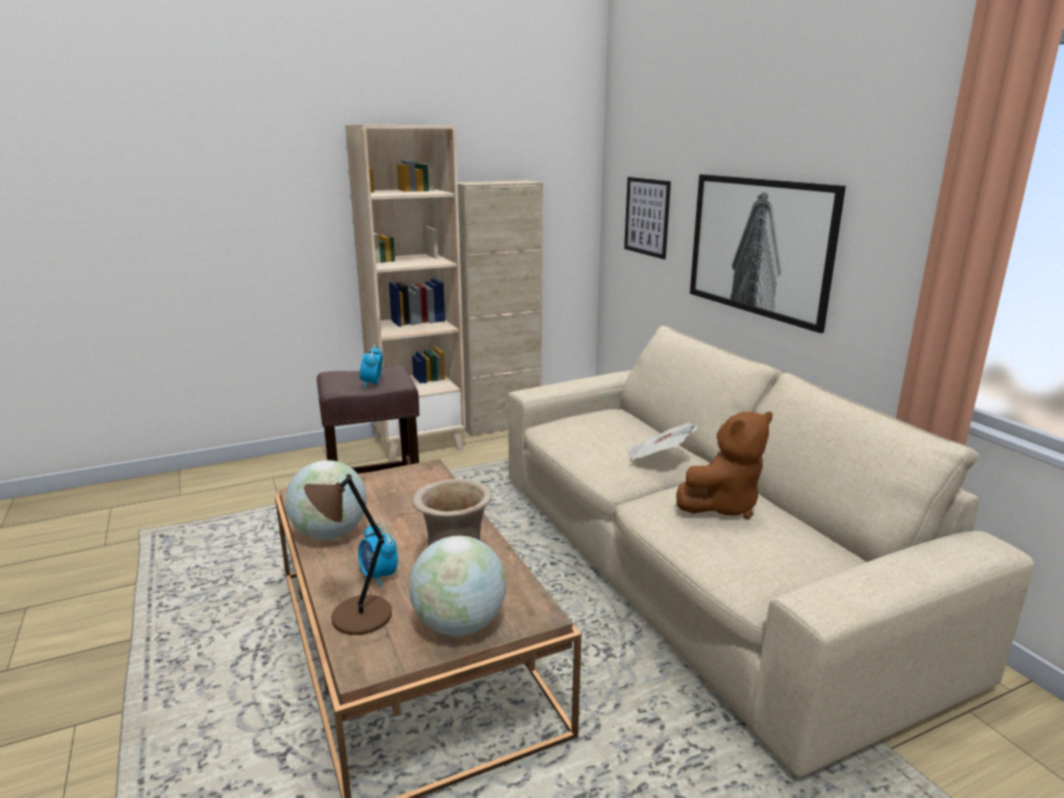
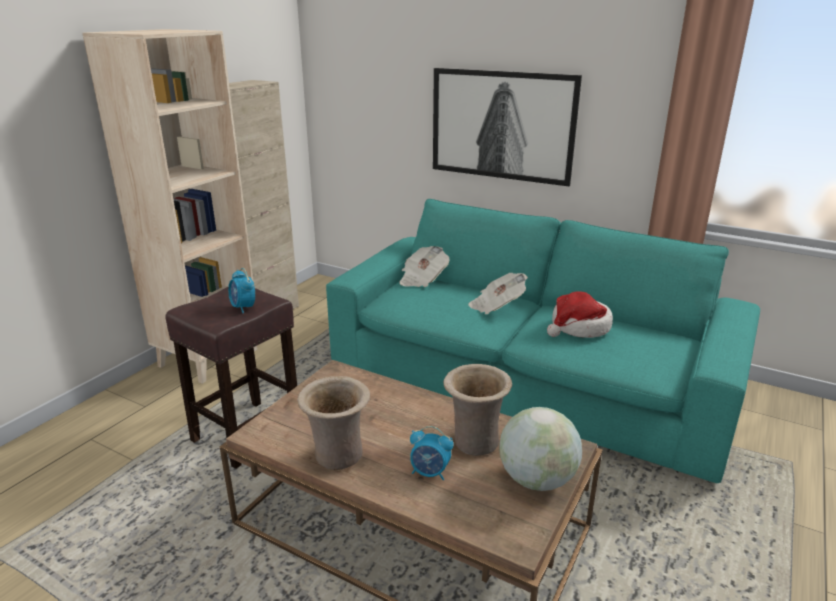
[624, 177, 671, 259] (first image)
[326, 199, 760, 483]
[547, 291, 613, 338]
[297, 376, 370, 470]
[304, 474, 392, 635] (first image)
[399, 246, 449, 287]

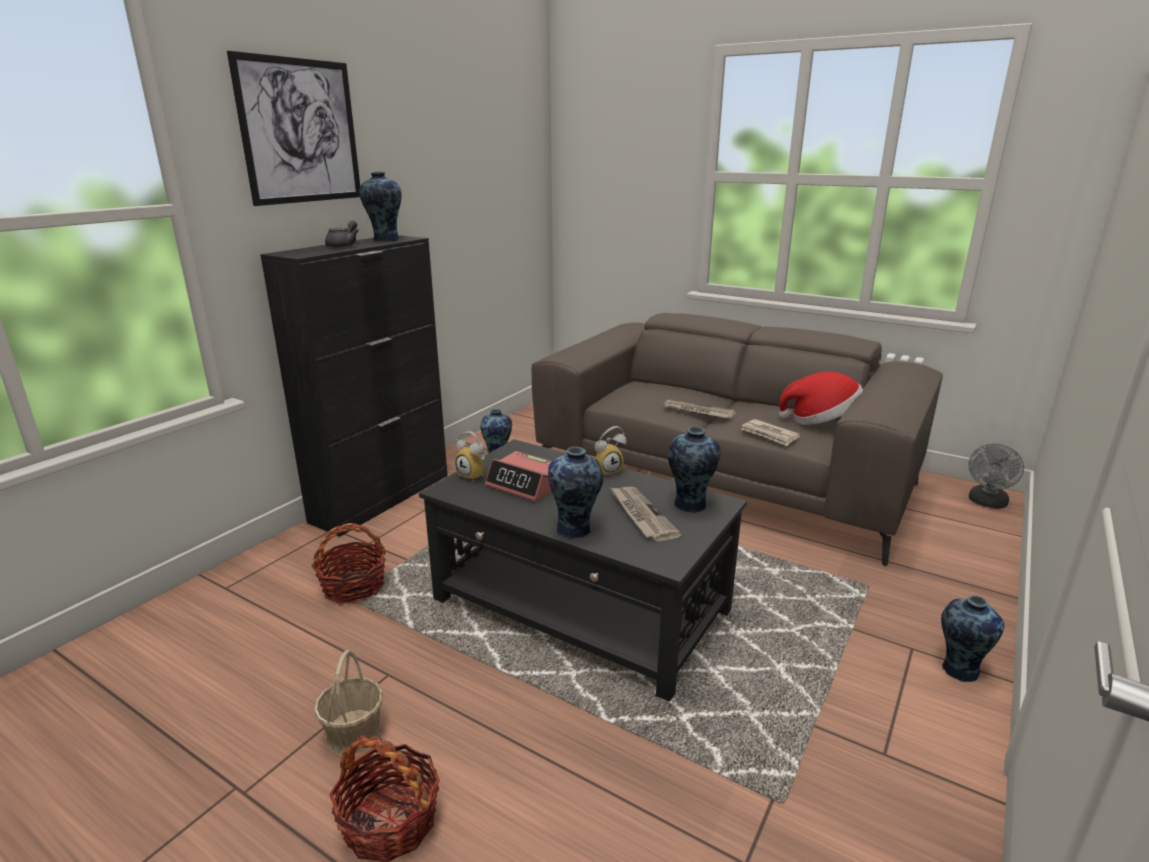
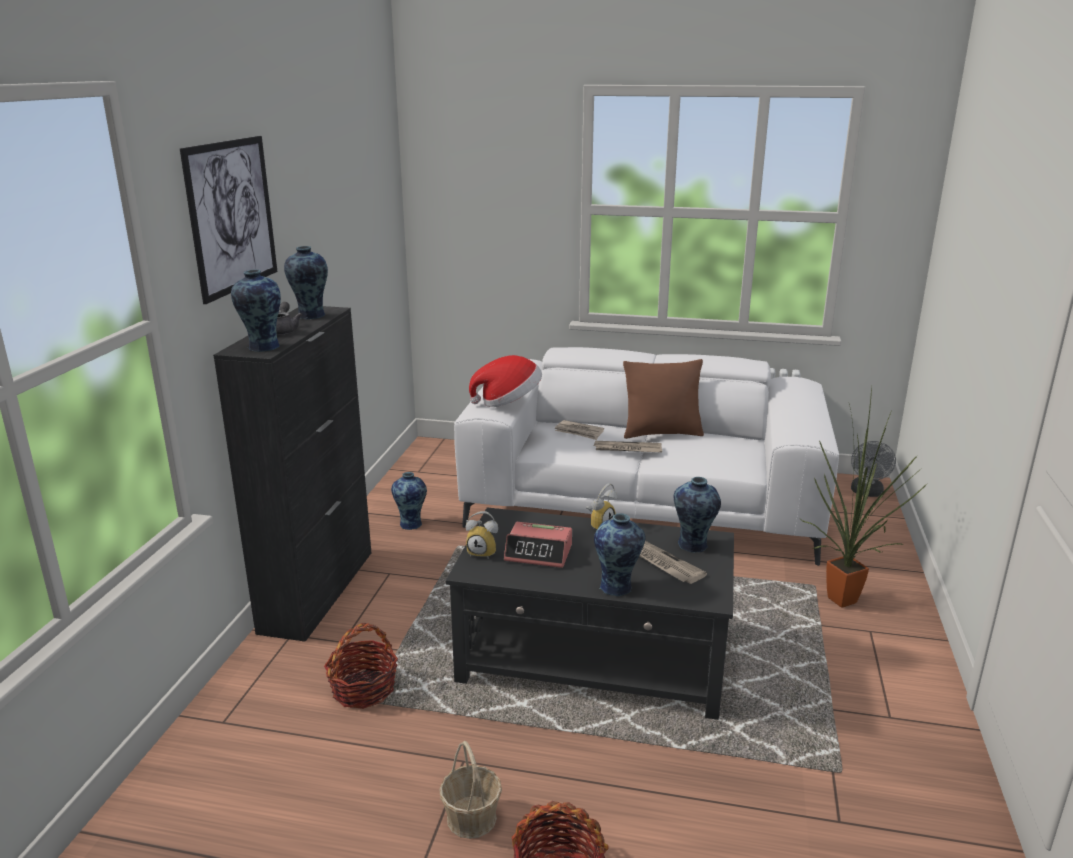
[454, 347, 839, 566]
[469, 355, 542, 407]
[555, 420, 604, 440]
[231, 269, 281, 352]
[623, 359, 704, 439]
[800, 386, 927, 608]

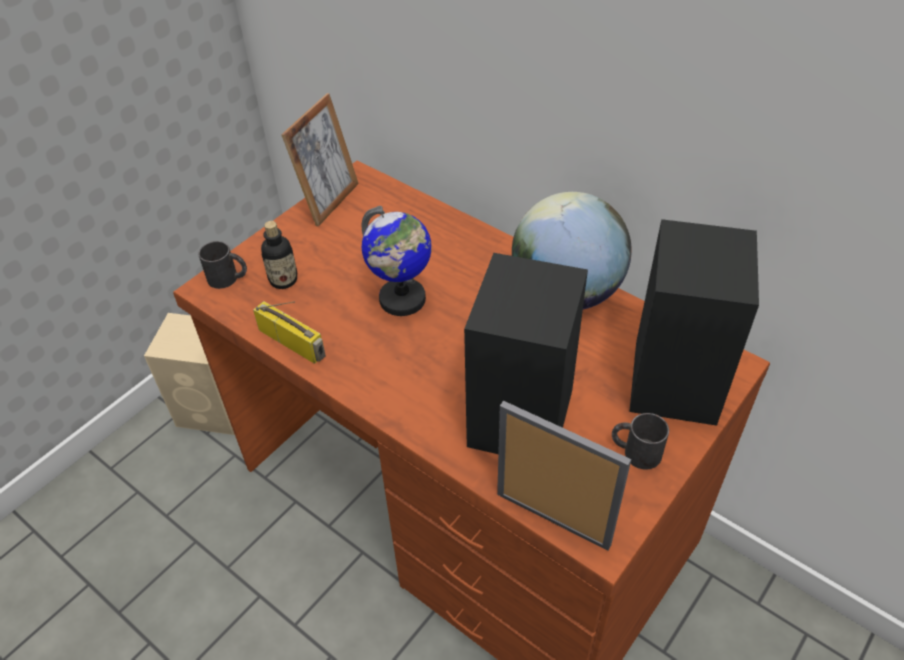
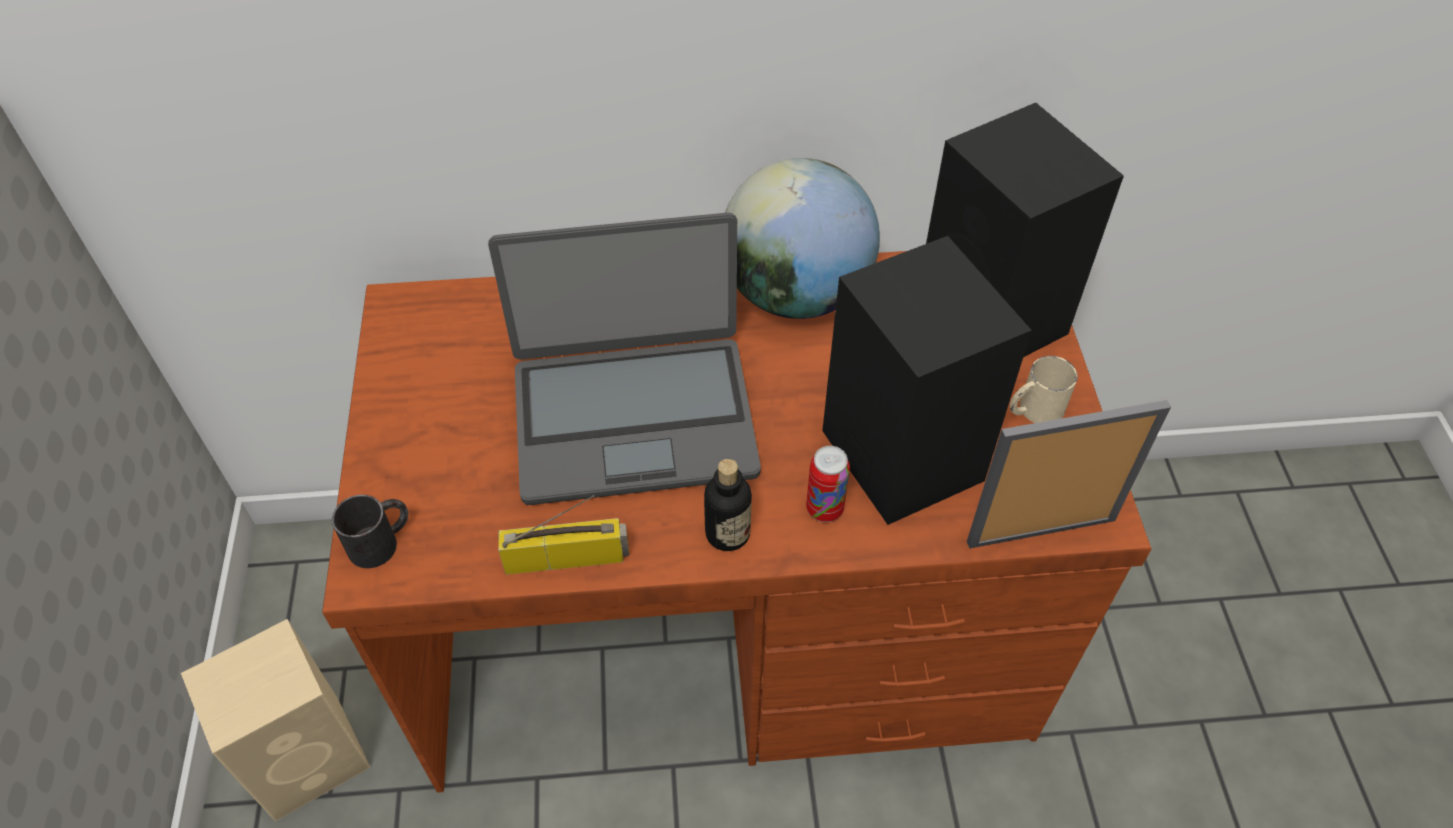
[281, 93, 359, 227] (first image)
[488, 213, 761, 505]
[704, 459, 752, 551]
[1010, 356, 1078, 423]
[806, 446, 850, 522]

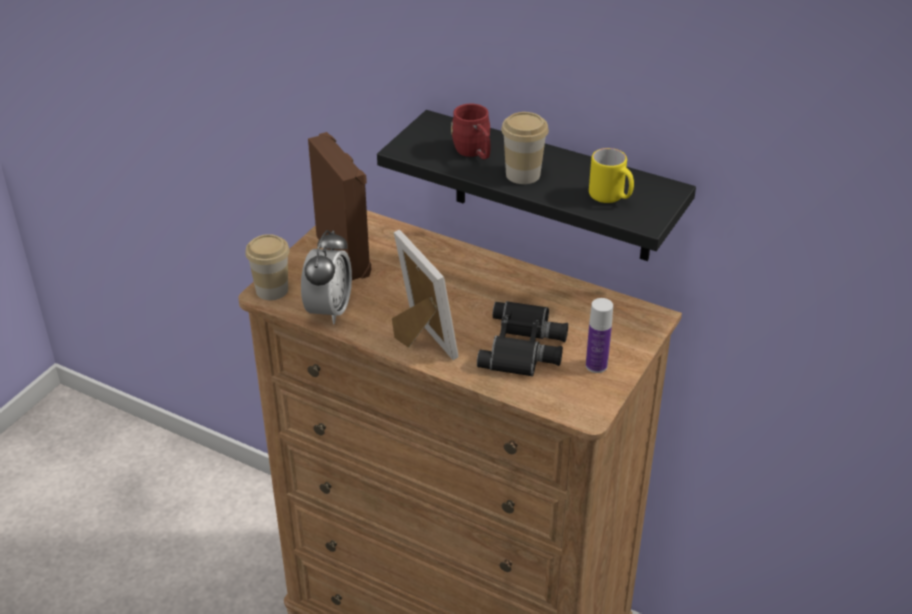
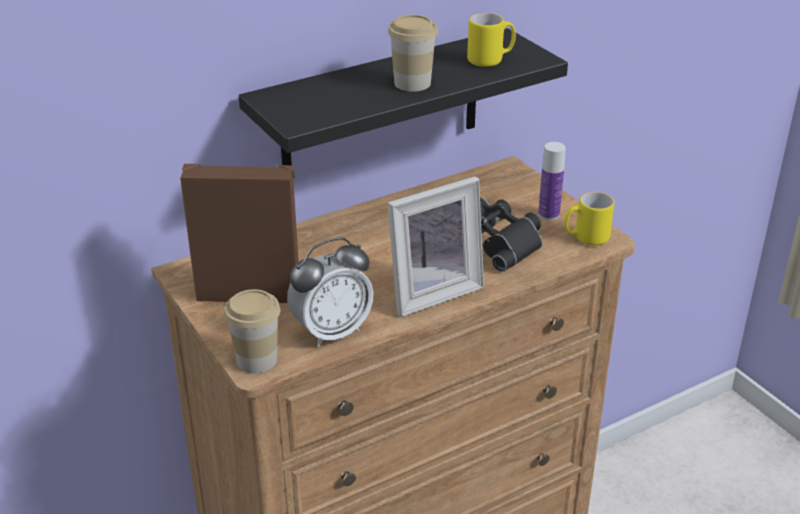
[451, 104, 491, 159] (first image)
[287, 237, 373, 347]
[387, 176, 484, 317]
[564, 192, 614, 246]

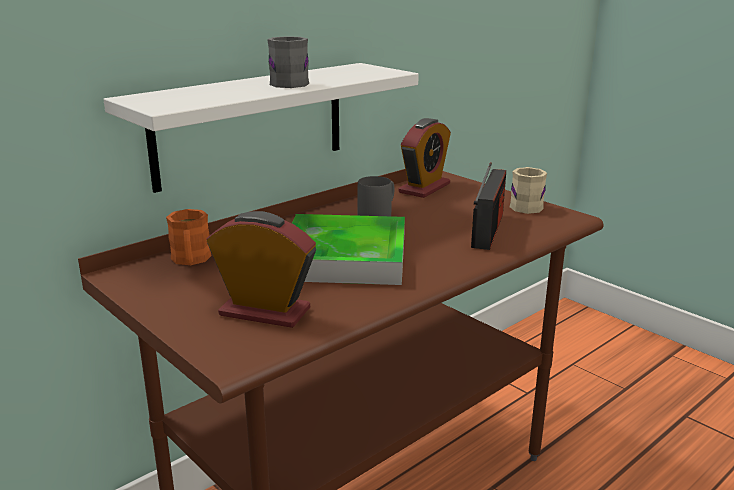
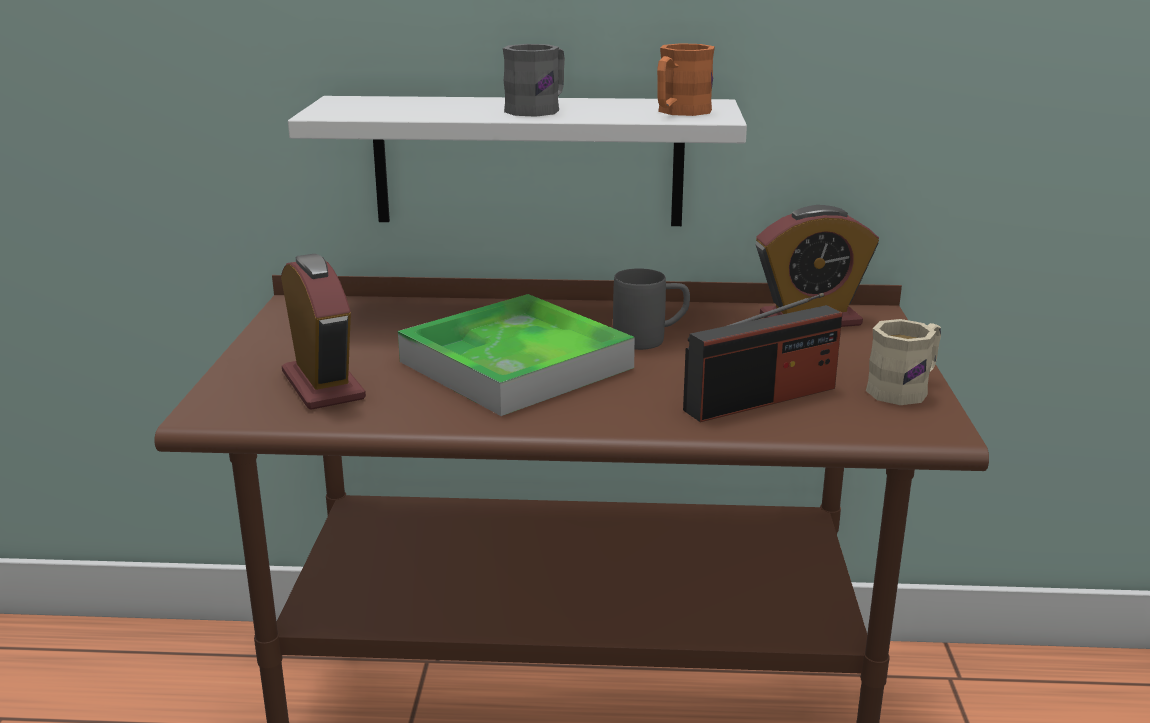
[657, 43, 715, 116]

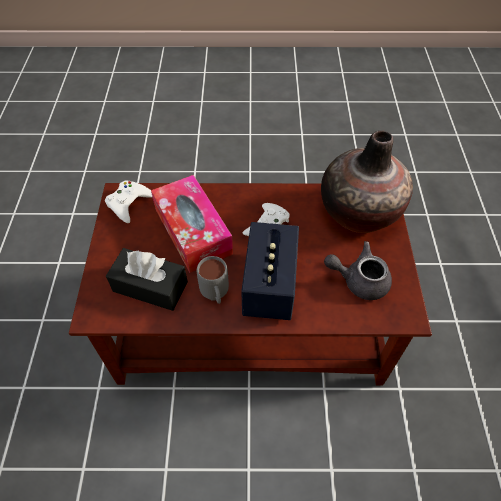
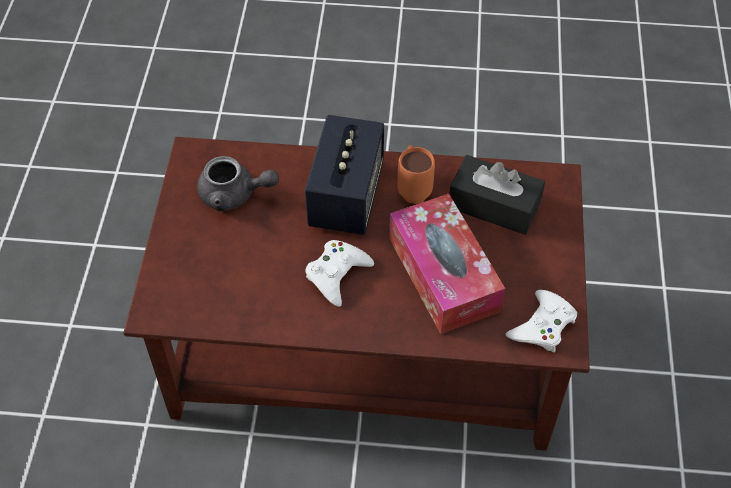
[321, 131, 413, 233] (first image)
[397, 145, 435, 204]

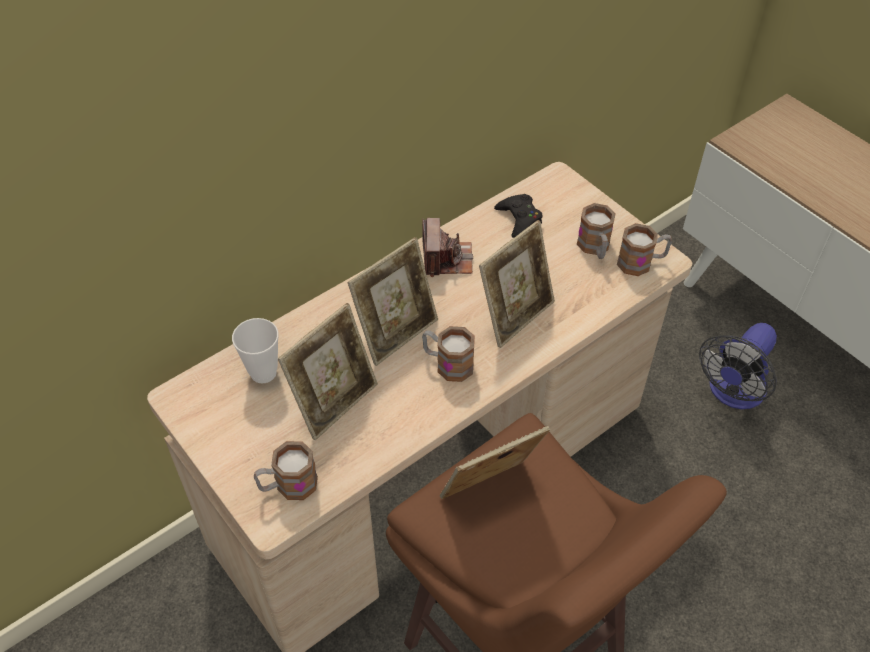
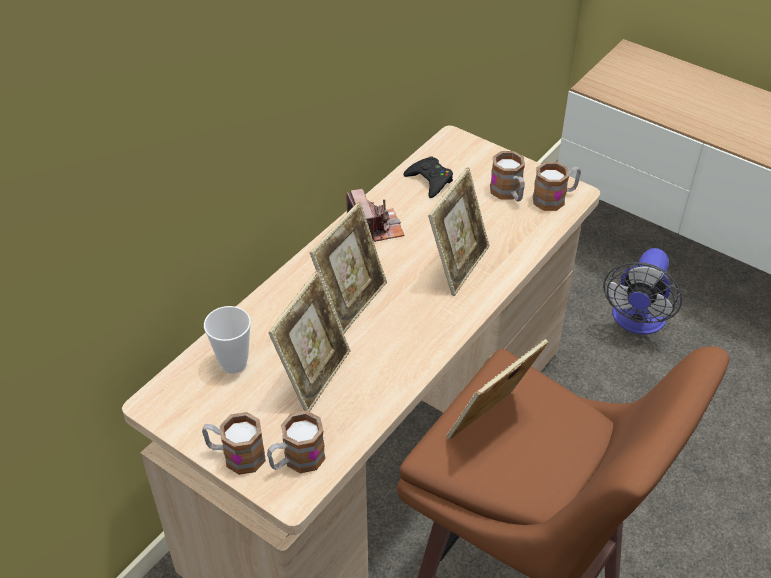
[202, 412, 266, 475]

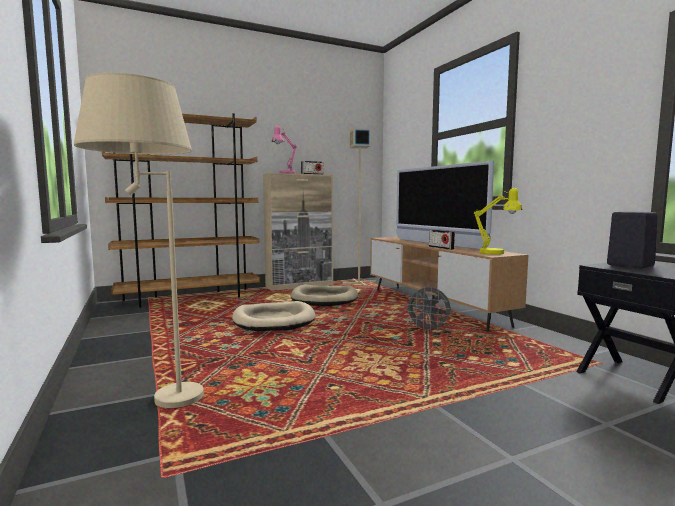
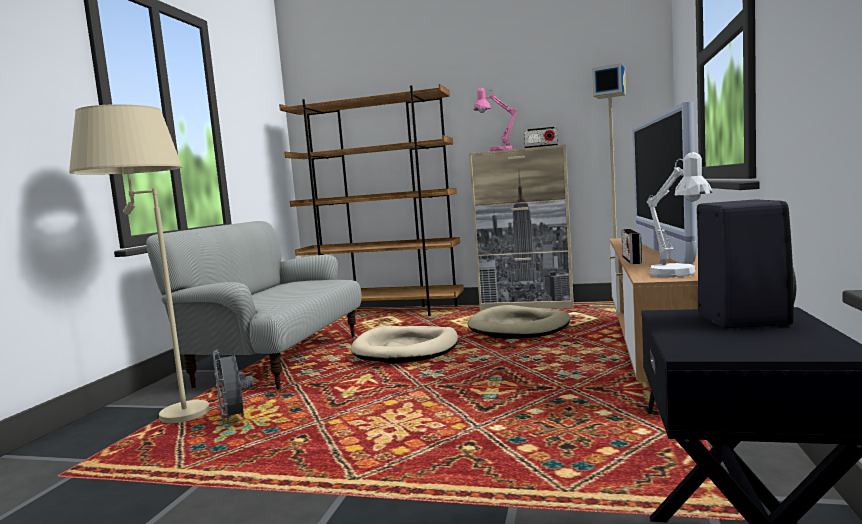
[647, 152, 712, 277]
[213, 350, 254, 425]
[146, 221, 362, 390]

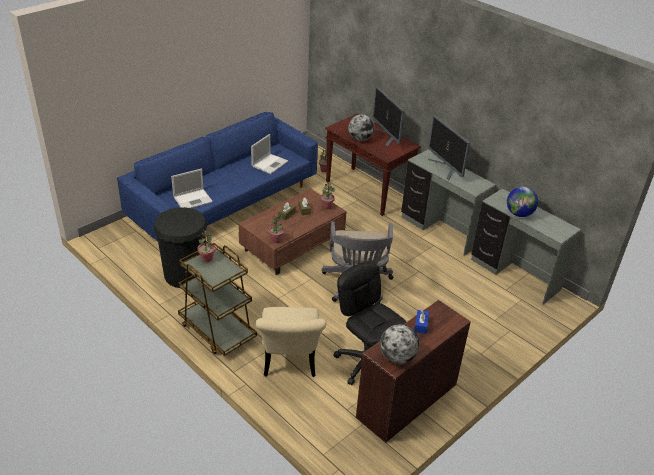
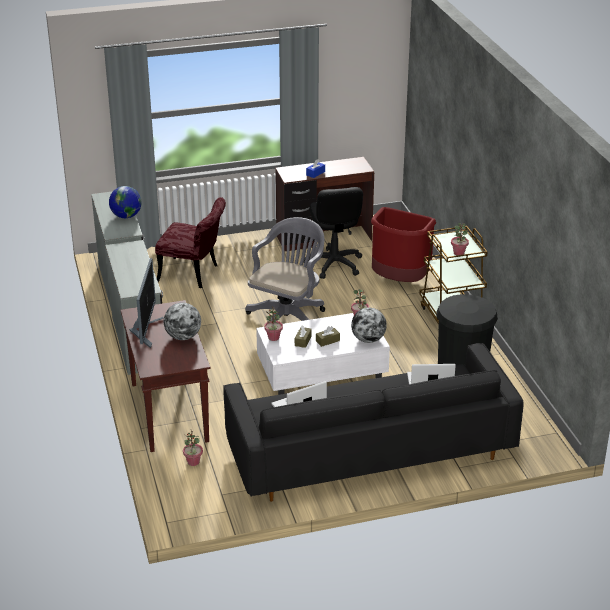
[223, 343, 524, 502]
[428, 115, 470, 180] (first image)
[256, 313, 390, 395]
[371, 207, 436, 282]
[351, 308, 387, 343]
[155, 197, 226, 288]

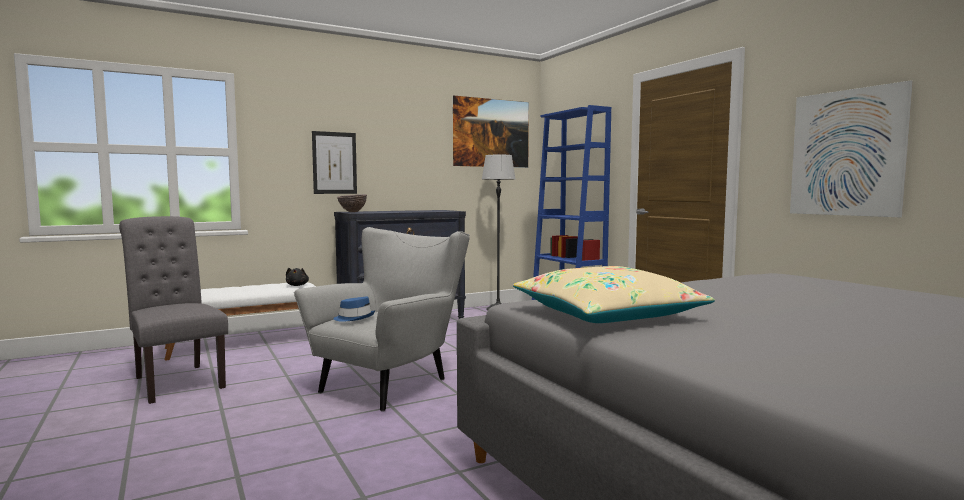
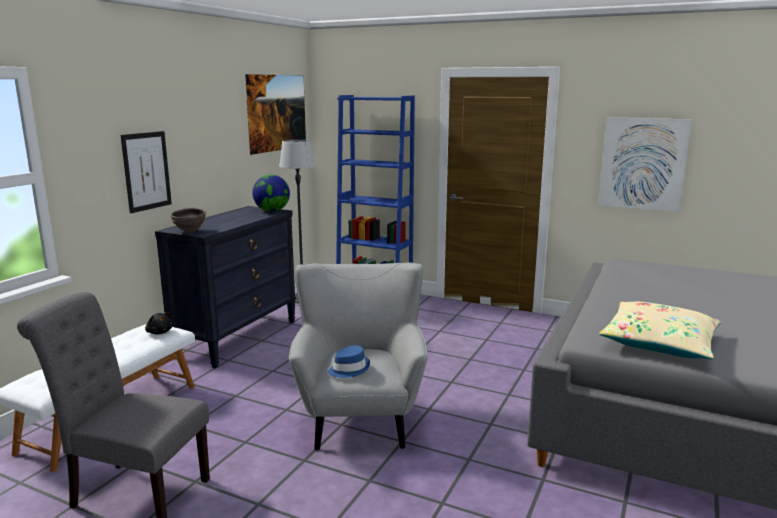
[252, 175, 290, 212]

